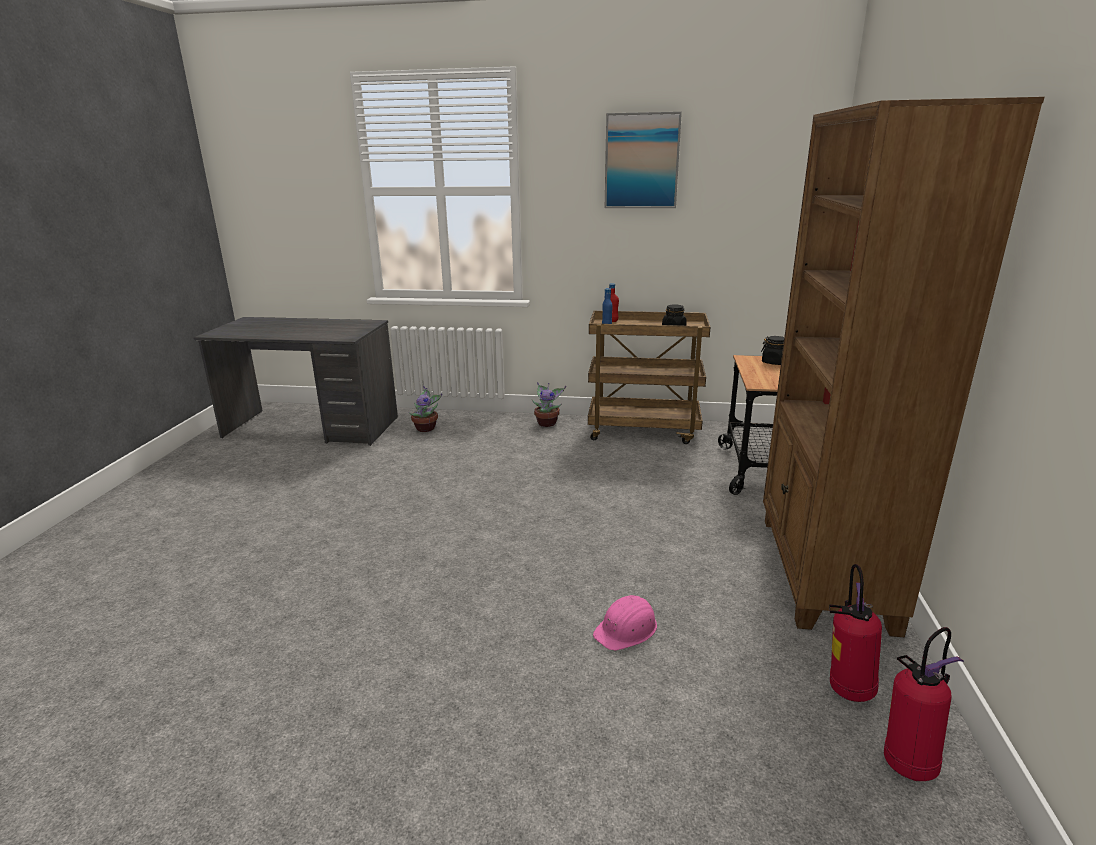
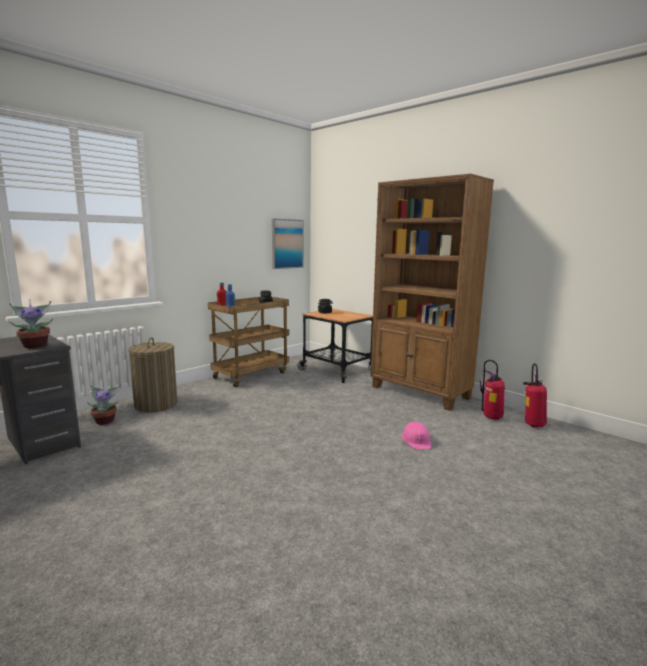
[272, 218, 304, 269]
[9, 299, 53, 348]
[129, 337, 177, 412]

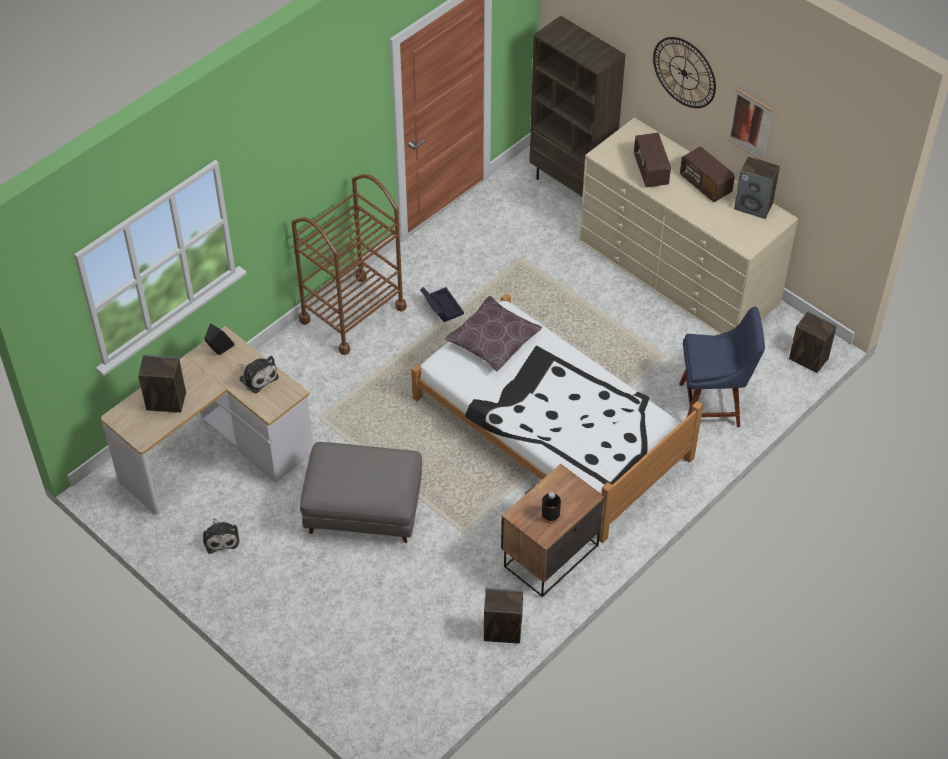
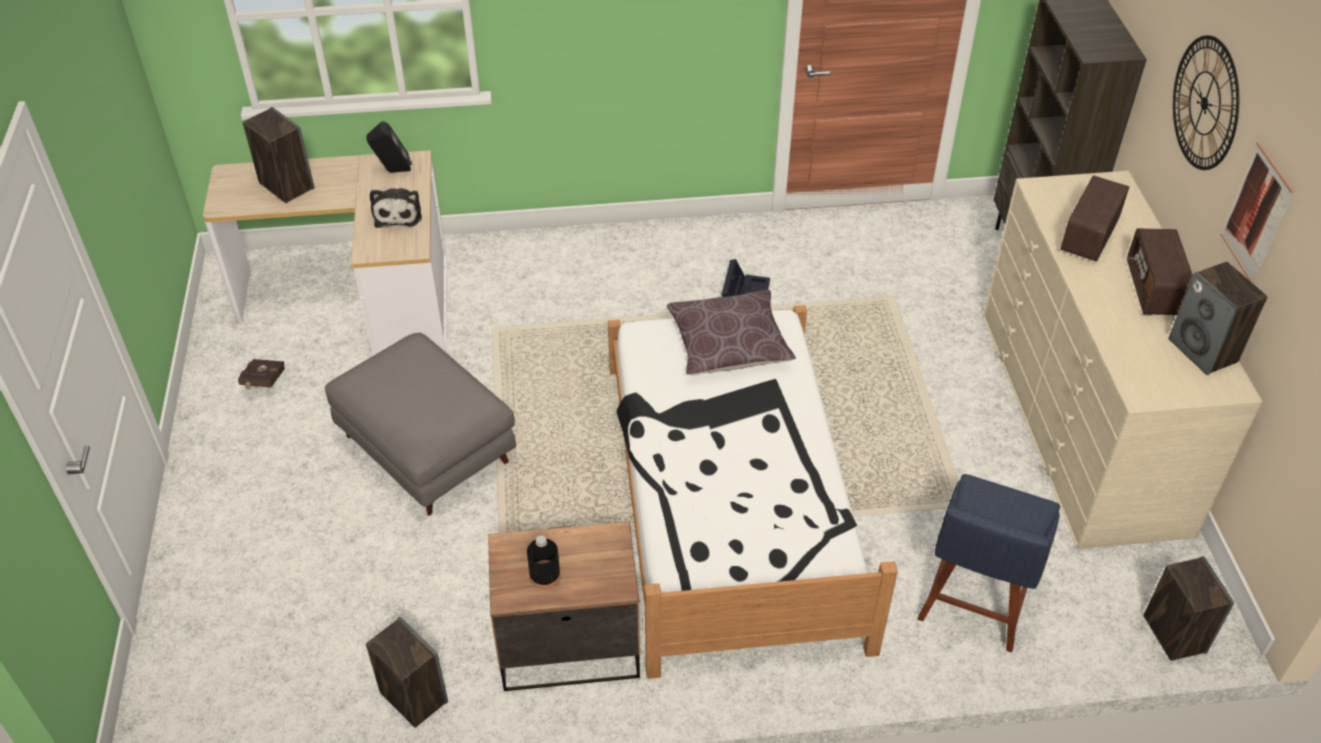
[292, 174, 407, 355] (first image)
[917, 474, 1060, 653]
[238, 359, 284, 389]

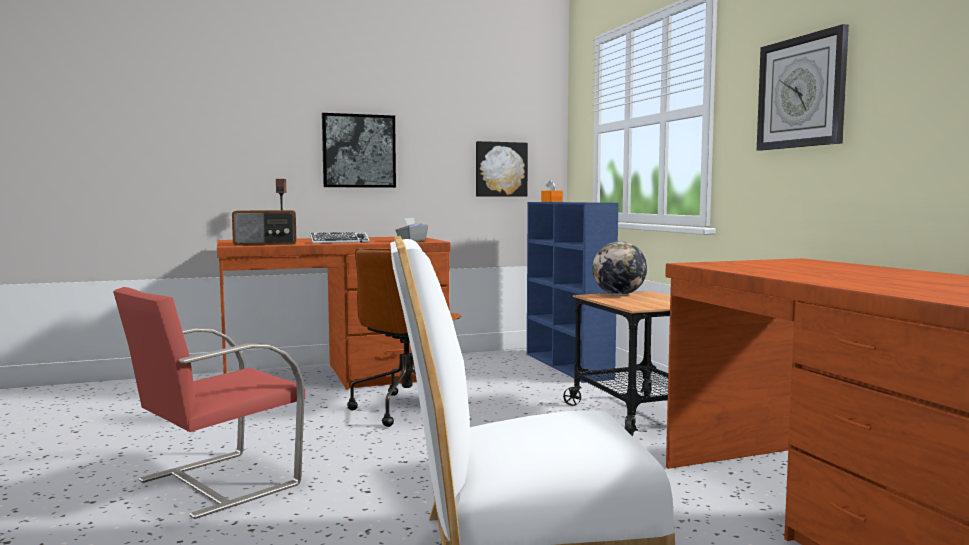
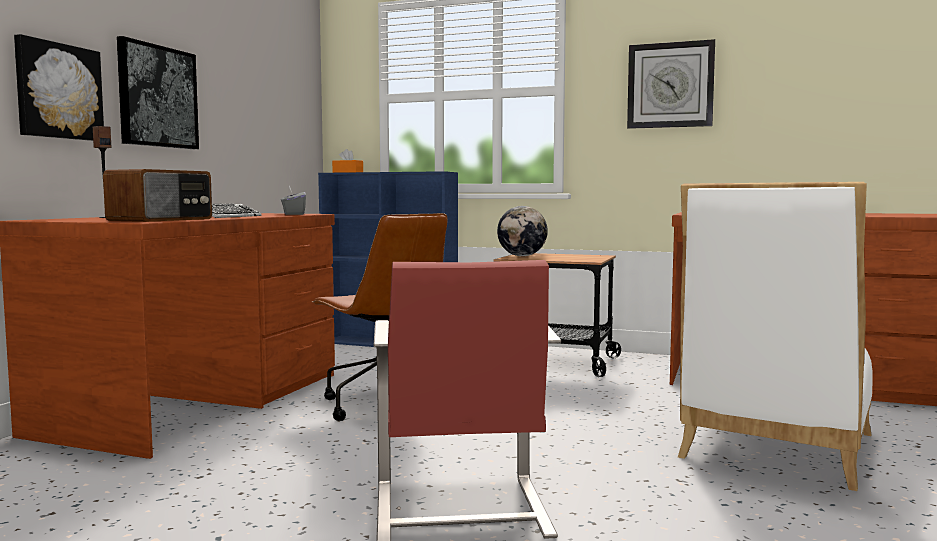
[14, 34, 104, 141]

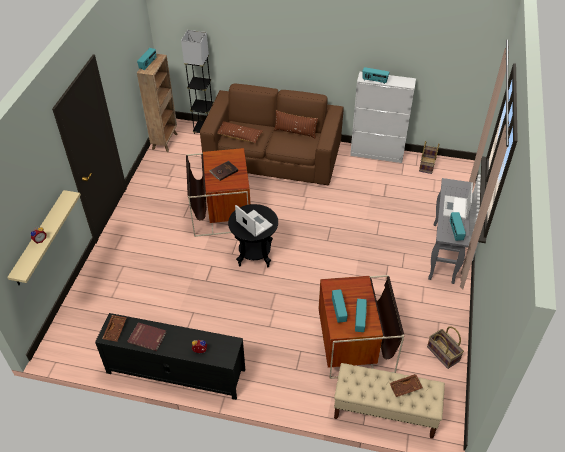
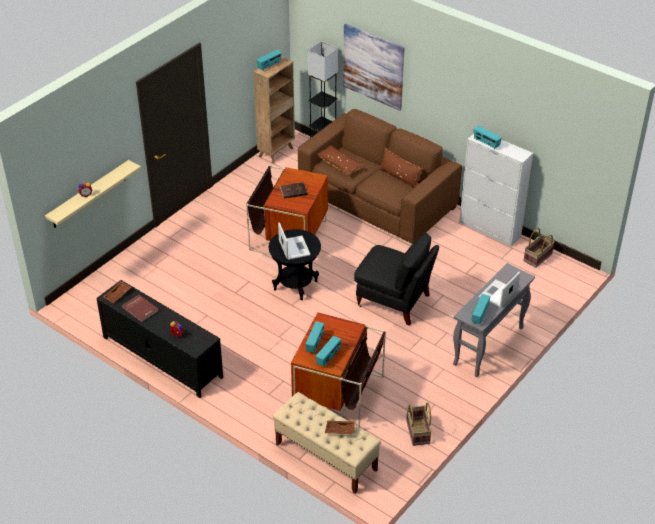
[343, 24, 405, 111]
[354, 233, 439, 326]

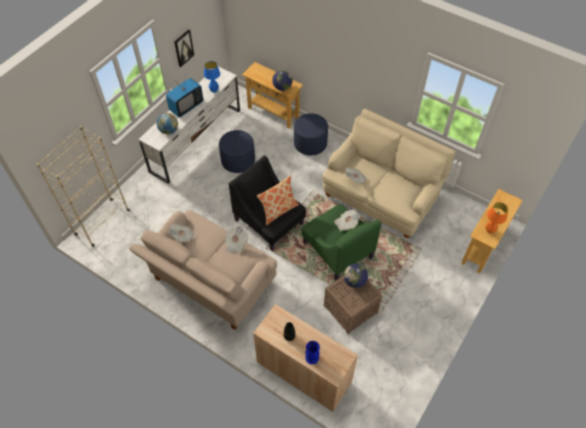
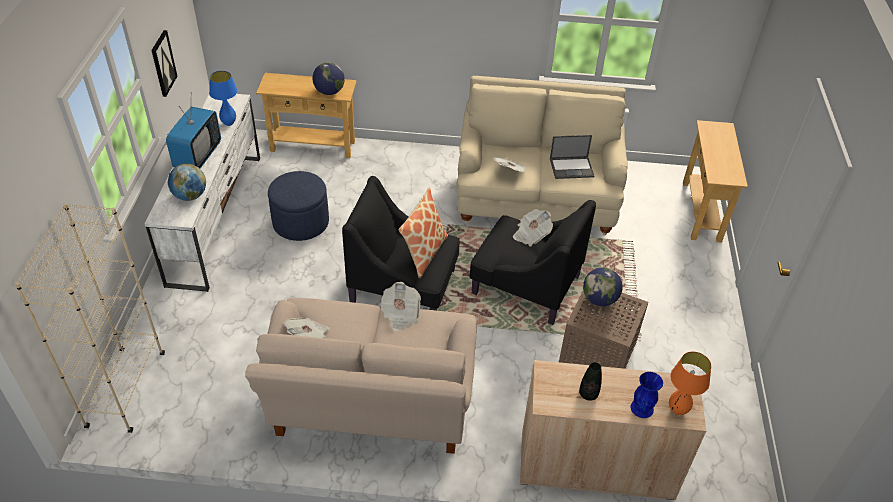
[294, 113, 328, 155] (first image)
[669, 352, 711, 415]
[470, 200, 596, 325]
[550, 135, 594, 179]

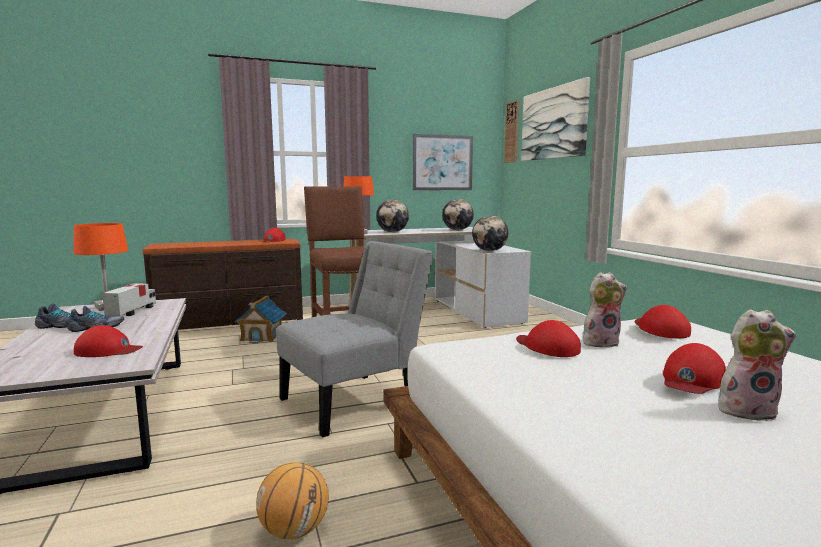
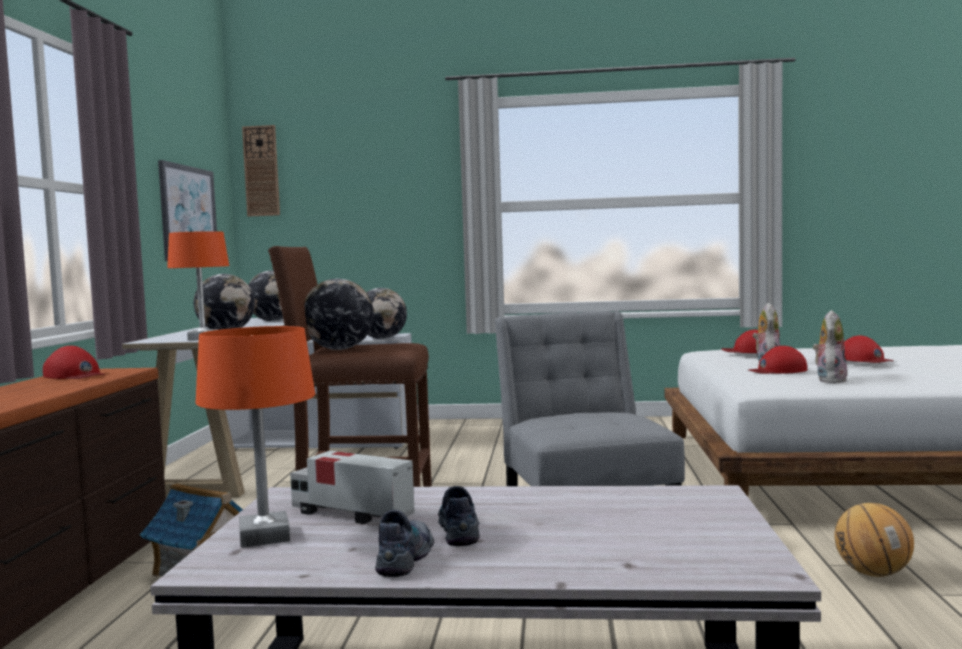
[521, 77, 590, 161] (first image)
[813, 310, 847, 383]
[74, 325, 143, 357] (first image)
[305, 279, 374, 350]

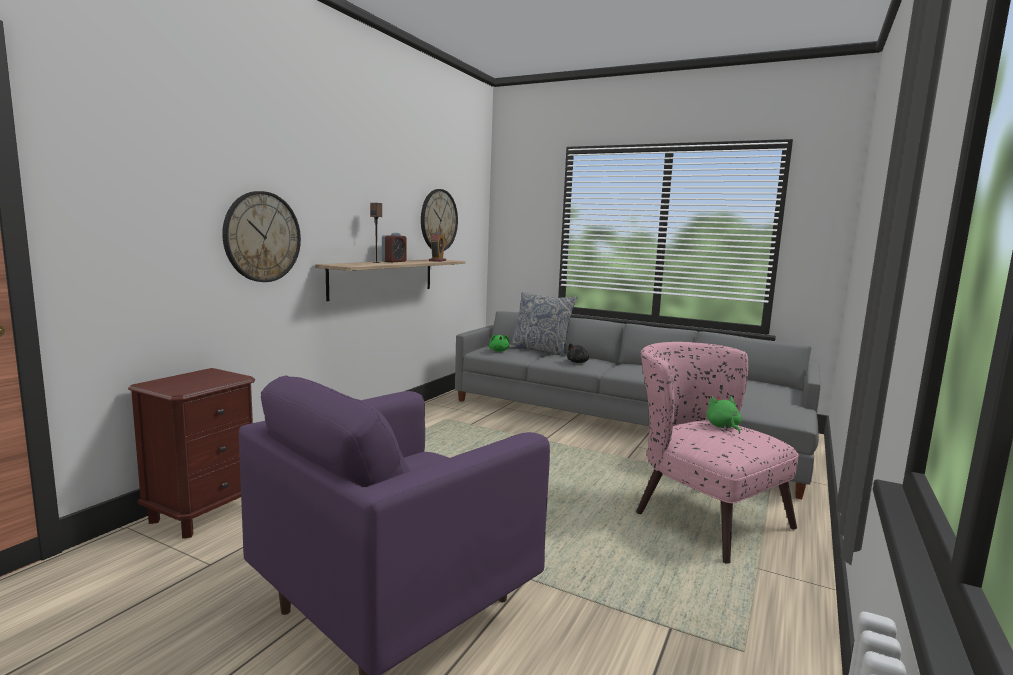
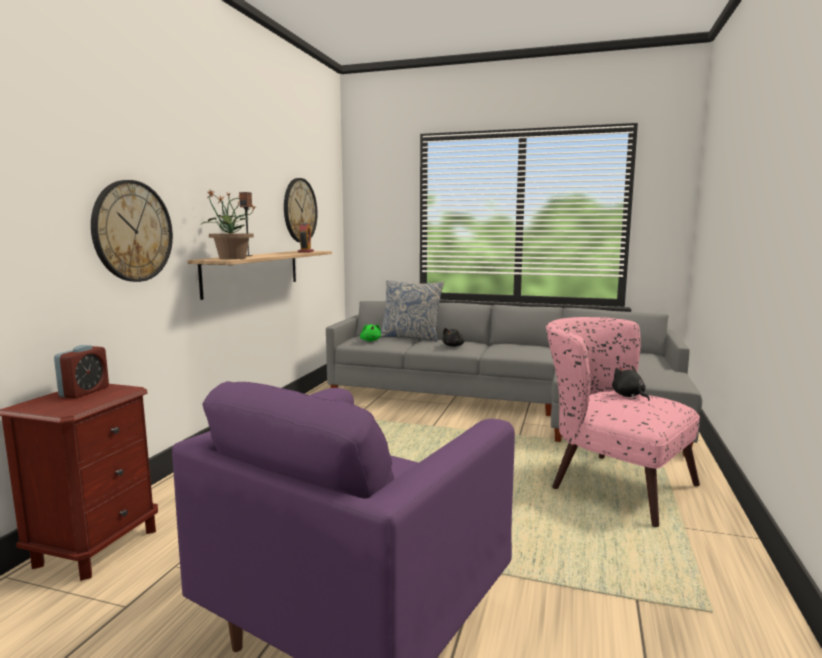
[54, 345, 109, 398]
[612, 366, 650, 401]
[202, 190, 256, 259]

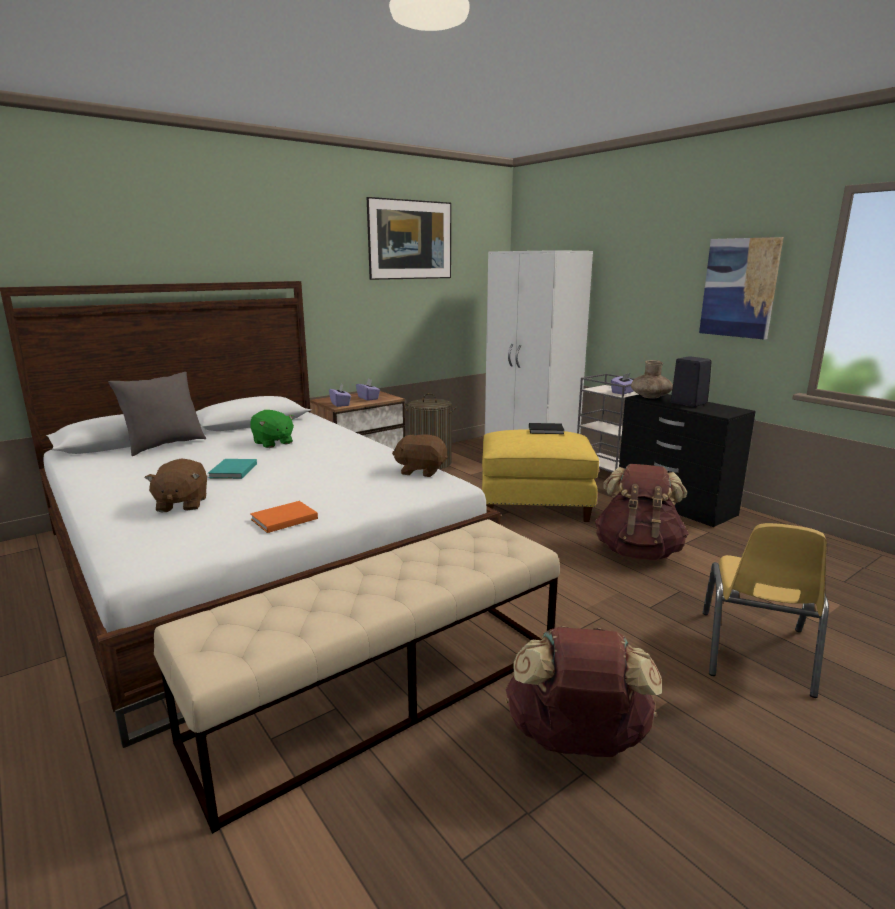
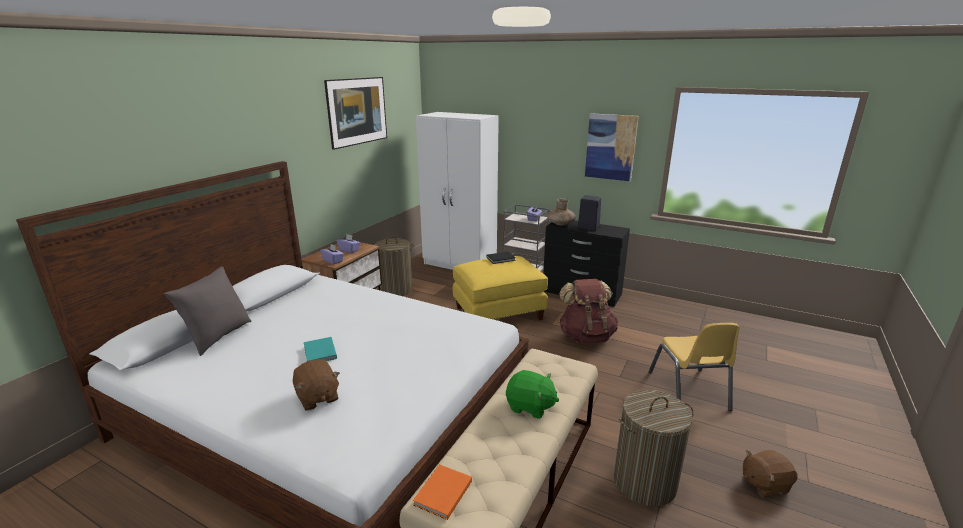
[506, 370, 559, 419]
[742, 450, 798, 498]
[413, 464, 472, 520]
[614, 390, 694, 506]

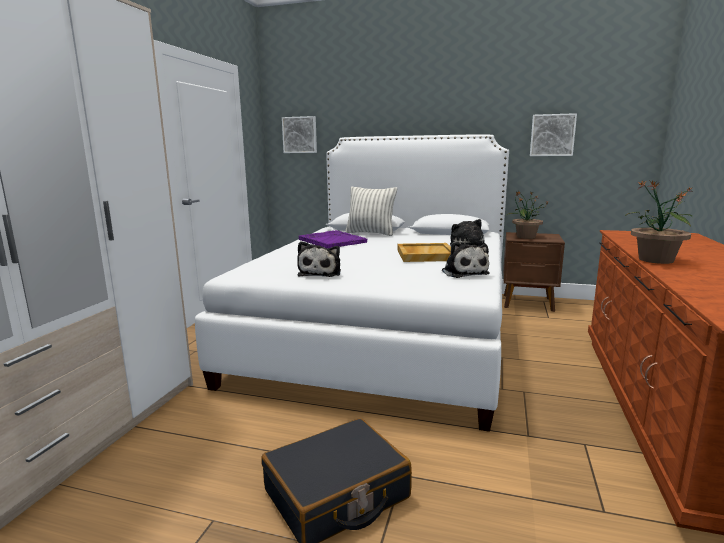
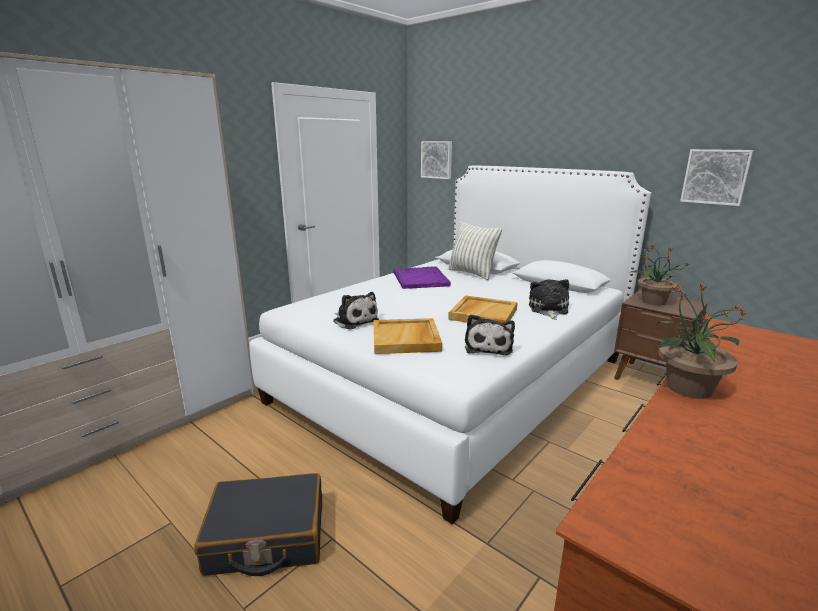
[333, 292, 379, 330]
[373, 318, 442, 354]

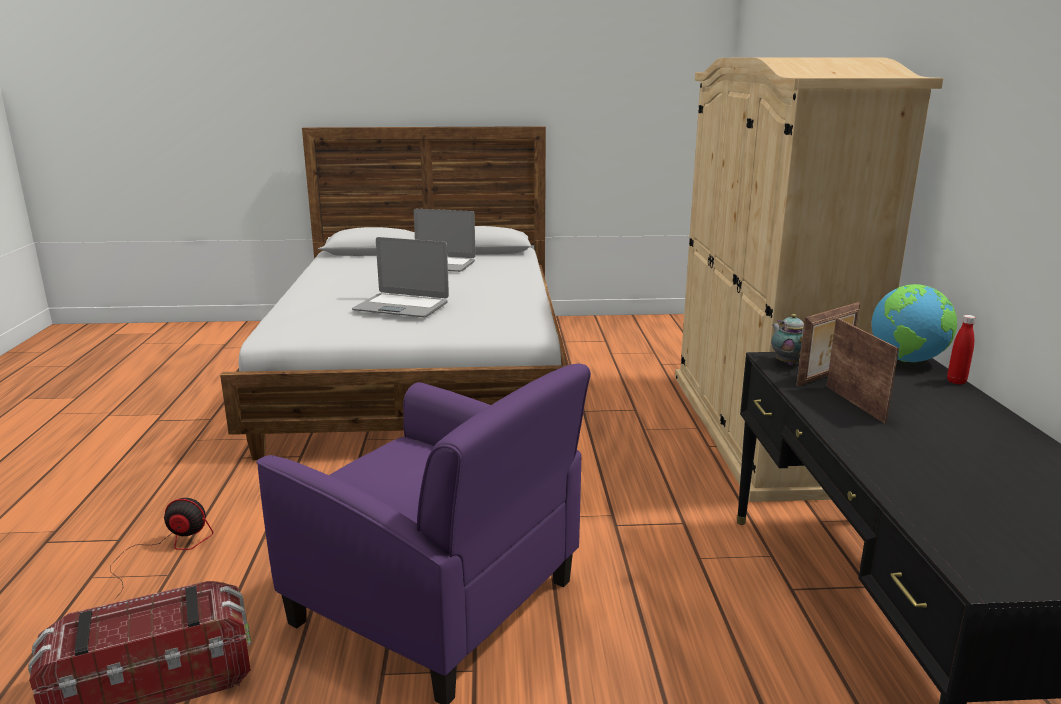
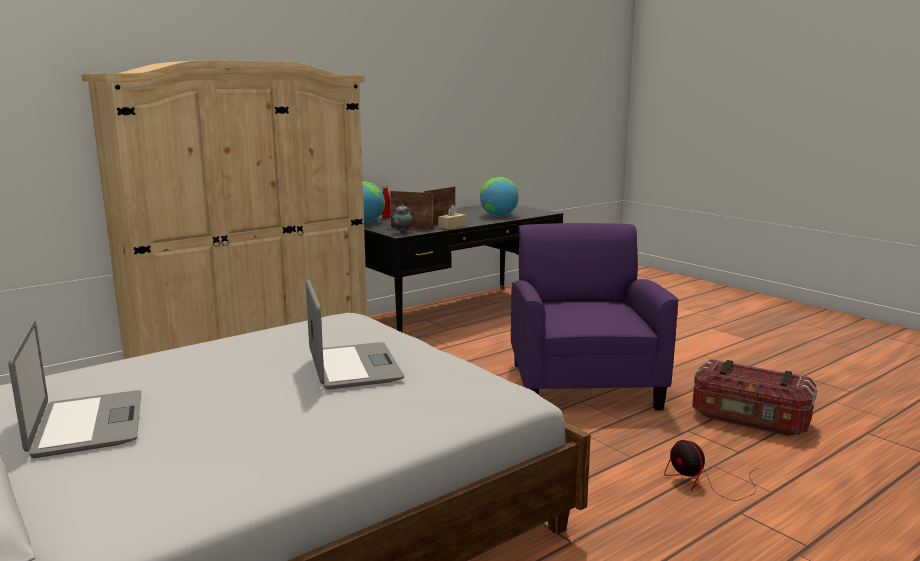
[480, 177, 519, 217]
[438, 205, 466, 229]

